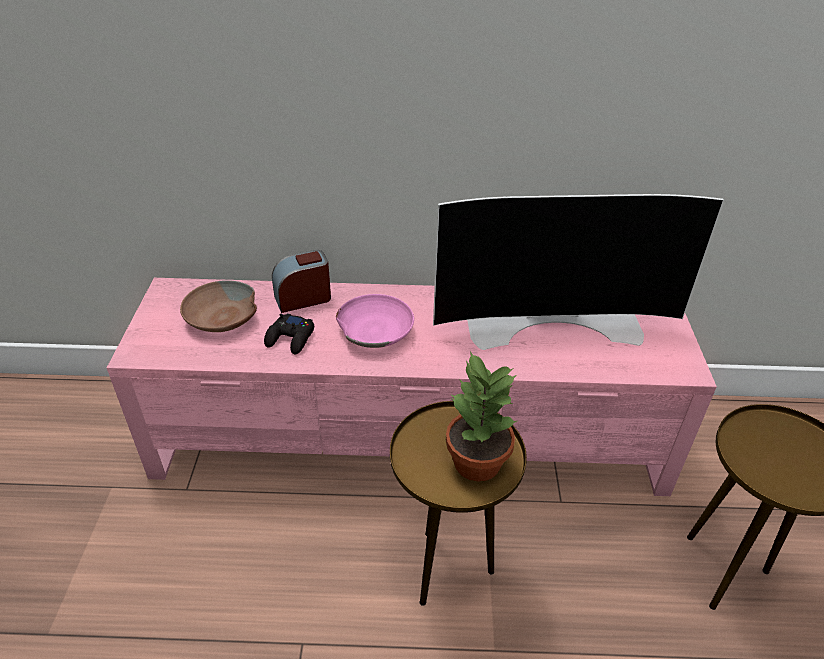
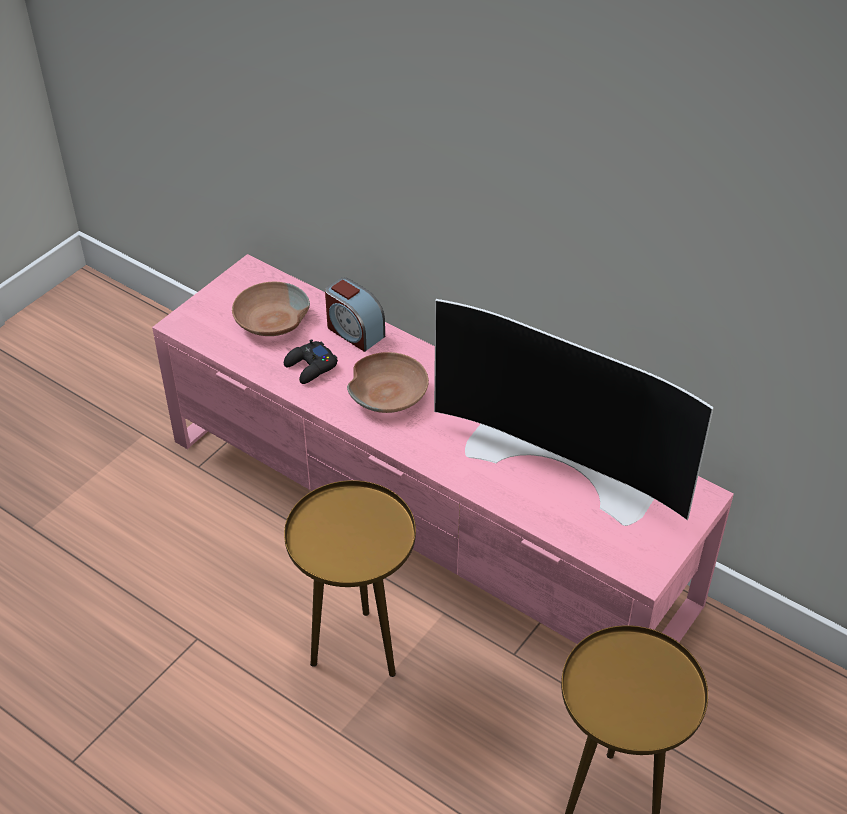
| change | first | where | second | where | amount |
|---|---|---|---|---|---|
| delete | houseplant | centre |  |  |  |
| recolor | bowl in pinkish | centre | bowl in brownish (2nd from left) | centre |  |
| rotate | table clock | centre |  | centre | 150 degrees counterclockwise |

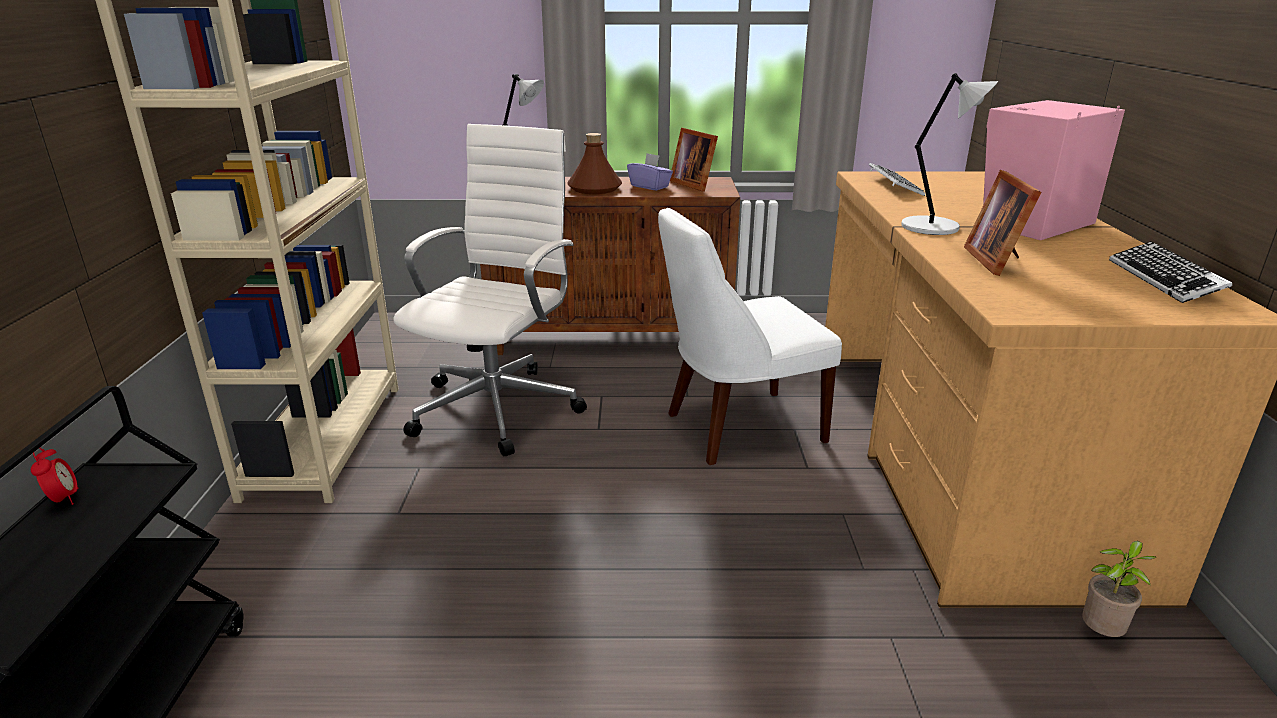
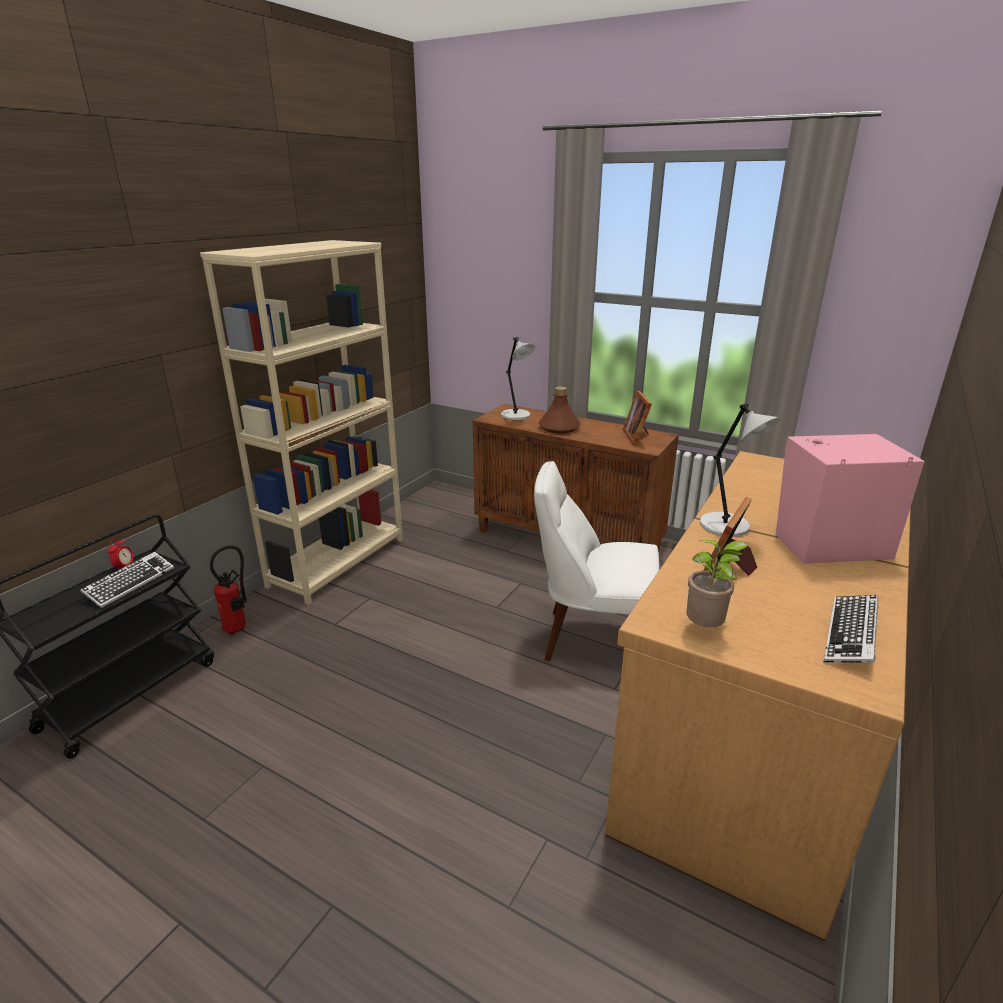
| change | first | where | second | where | amount |
|---|---|---|---|---|---|
| delete | computer chair in white | centre |  |  |  |
| delete | tissue box in purple-coloured | top centre |  |  |  |
| insert |  |  | fire-fighting cylinder | middle left |  |
| move | PC keyboard (1st from left) | top right |  | middle left |  |
| move | houseplant | bottom right |  | middle right |  |

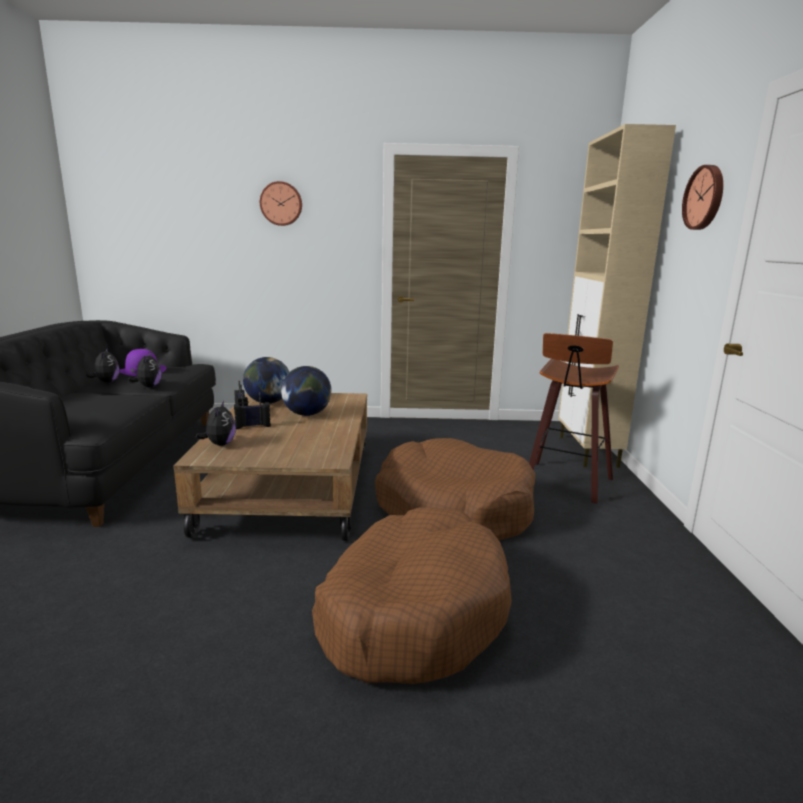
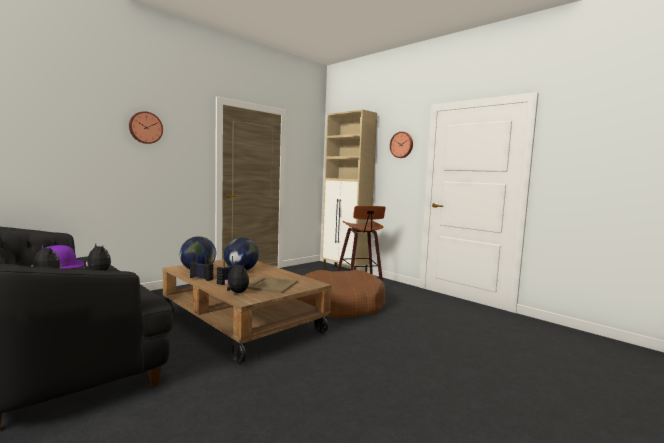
| change | first | where | second | where | amount |
|---|---|---|---|---|---|
| delete | dog cushion in brownish (1st from left) | bottom centre |  |  |  |
| insert |  |  | serving tray in beige-coloured | centre |  |

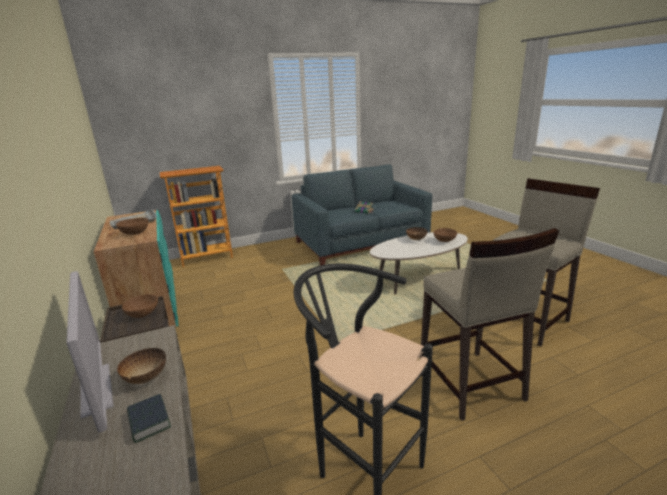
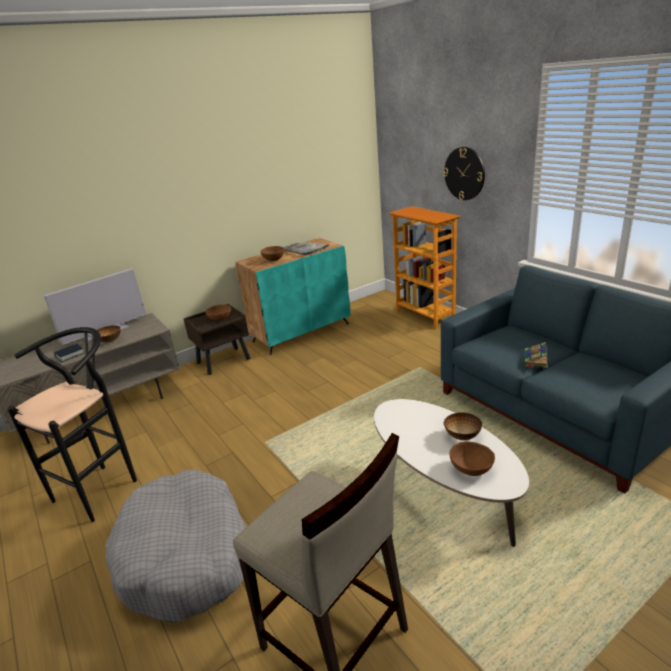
| change | first | where | second | where | amount |
|---|---|---|---|---|---|
| insert |  |  | hanging clock | top right |  |
| replace | stool seat in beige-coloured (1st from left) | middle right | dog cushion in gray | bottom left |  |

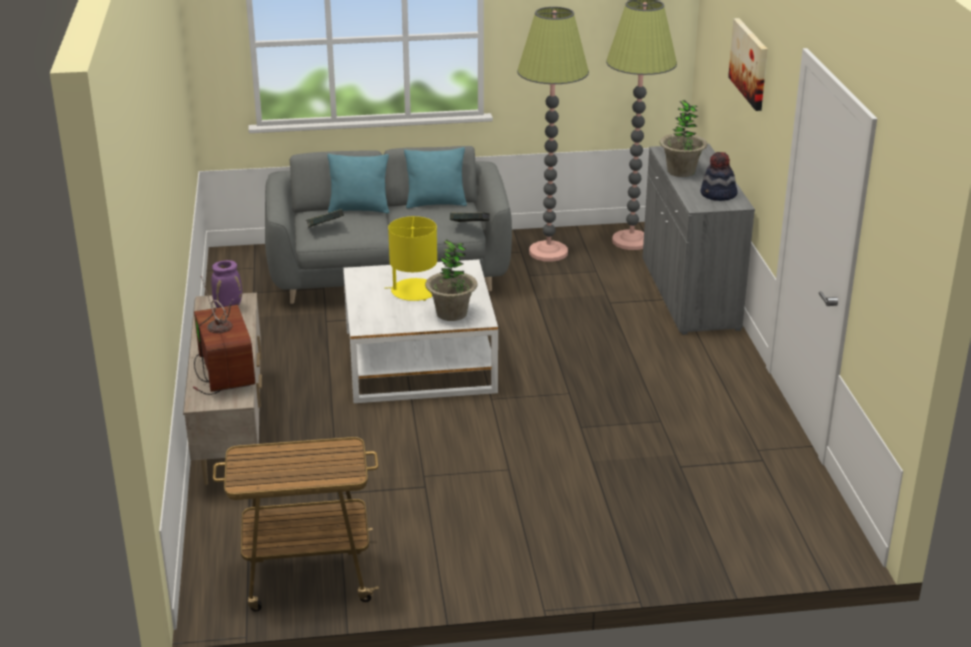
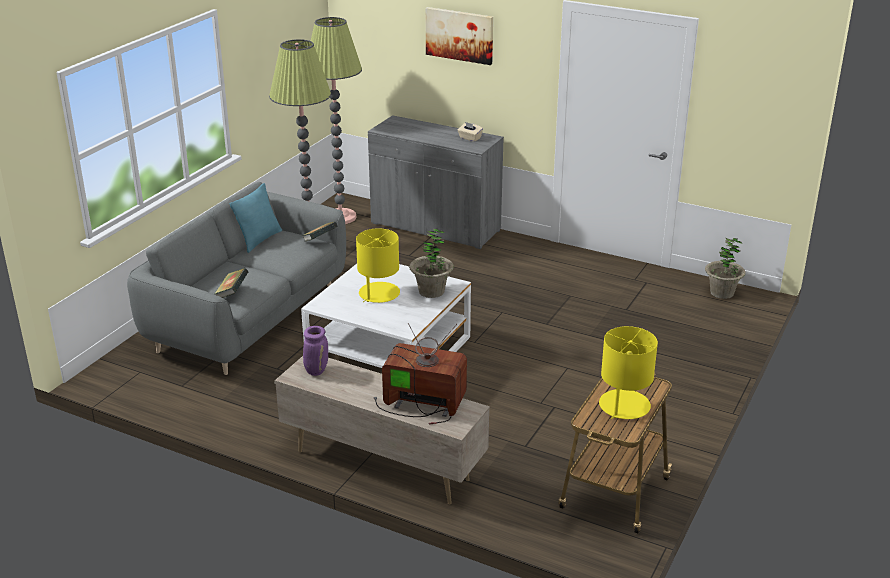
| change | first | where | second | where | amount |
|---|---|---|---|---|---|
| delete | pillow in turquoise-coloured (1st from left) | top centre |  |  |  |
| insert |  |  | tabletop lamp in yellow-coloured (2nd from left) | middle right |  |
| move | houseplant (2nd from left) | top right |  | middle right |  |
| replace | hat | top right | tissue box in beige-coloured | top centre |  |

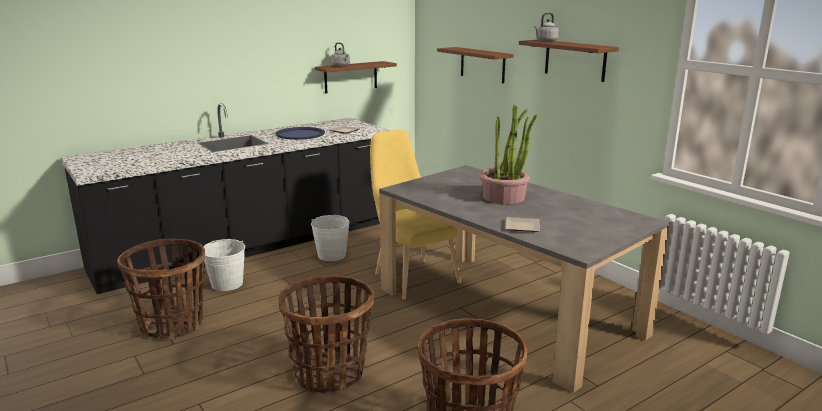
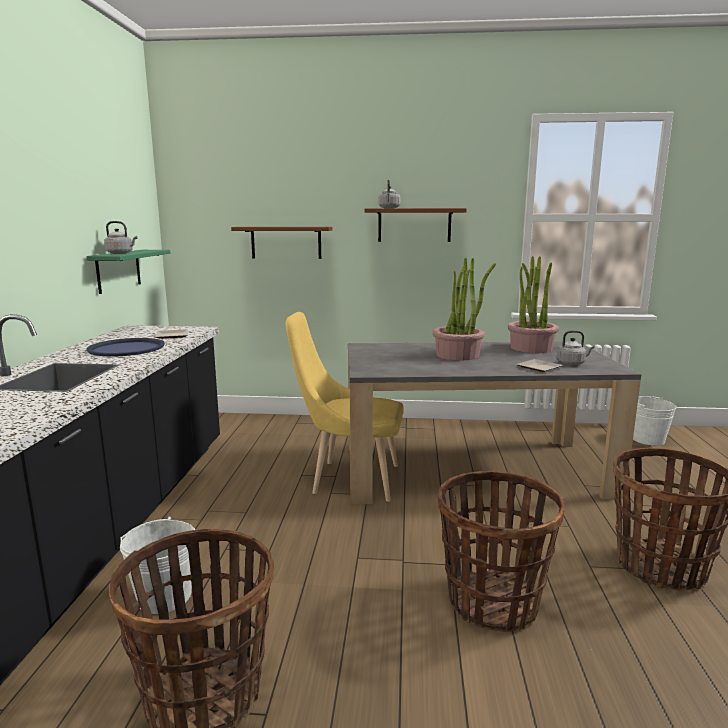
| change | first | where | second | where | amount |
|---|---|---|---|---|---|
| insert |  |  | houseplant (2nd from left) | middle right |  |
| insert |  |  | water kettle in gray (3rd from left) | middle right |  |
| move | pail in white (2nd from left) | centre |  | middle right |  |
| recolor | wall shelf in brownish (1st from left) | top centre | wall shelf in green-coloured | middle left |  |

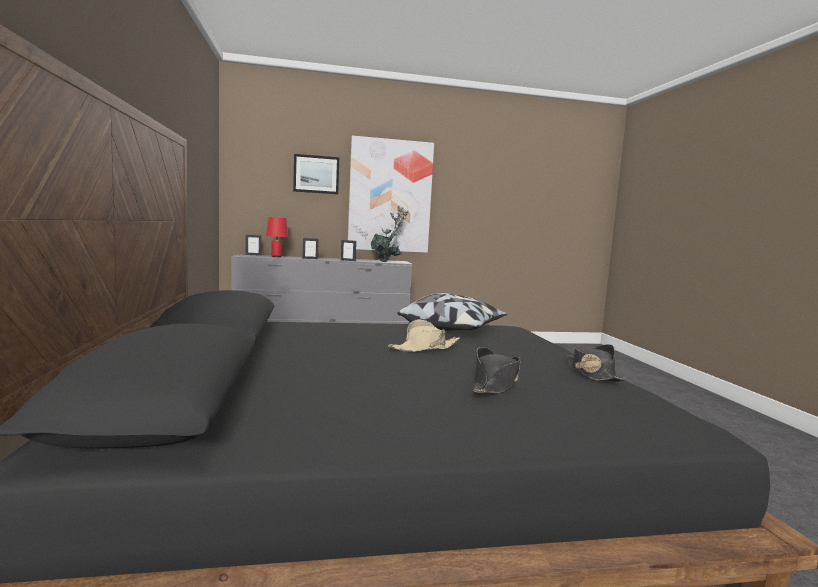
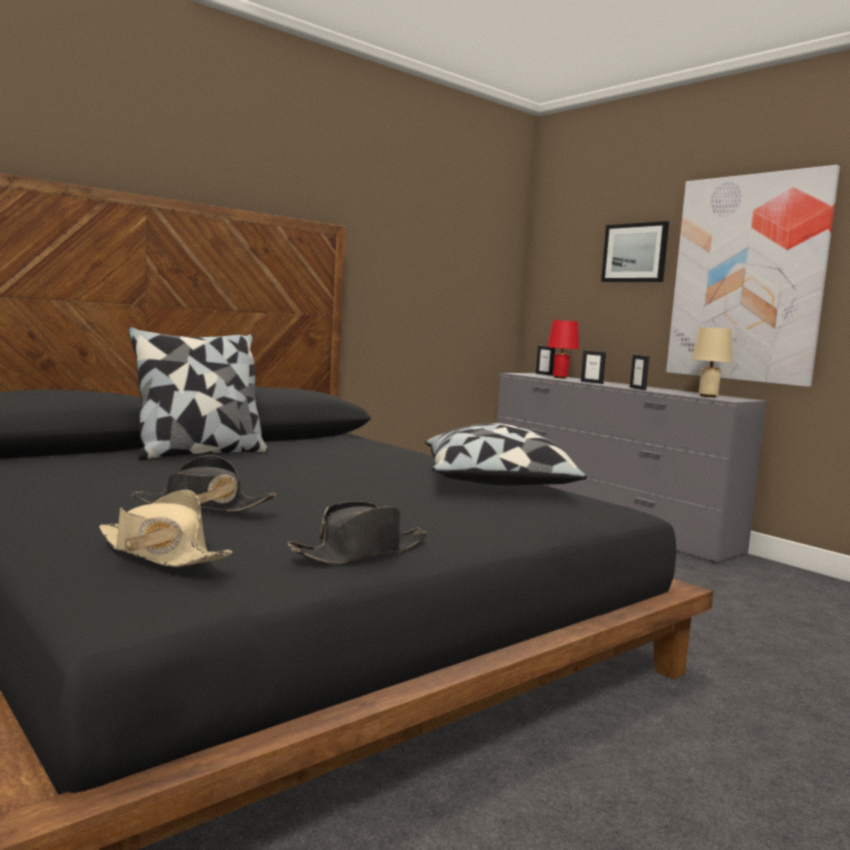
| change | first | where | second | where | amount |
|---|---|---|---|---|---|
| insert |  |  | pillow (1st from left) | middle left |  |
| move | hat in beige-coloured | centre |  | middle left |  |
| replace | houseplant | centre | tabletop lamp in beige-coloured | middle right |  |

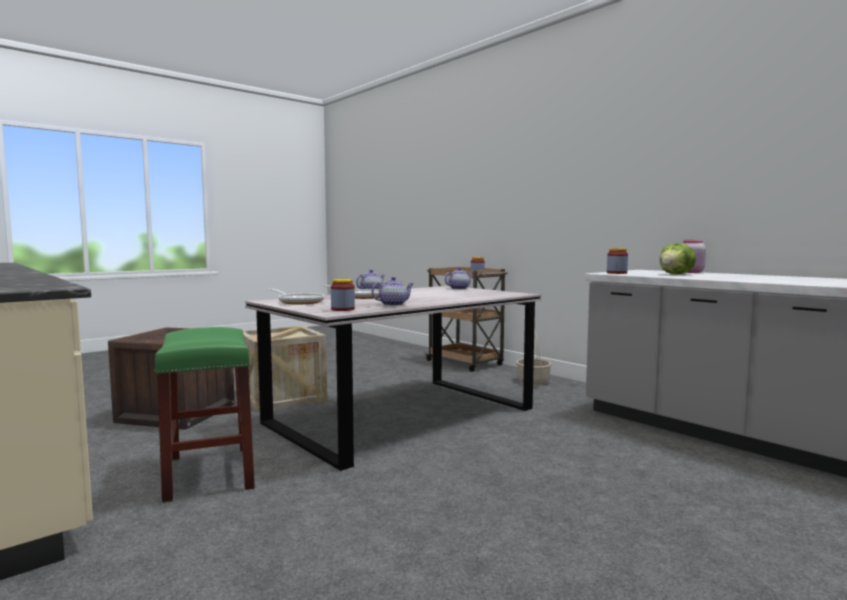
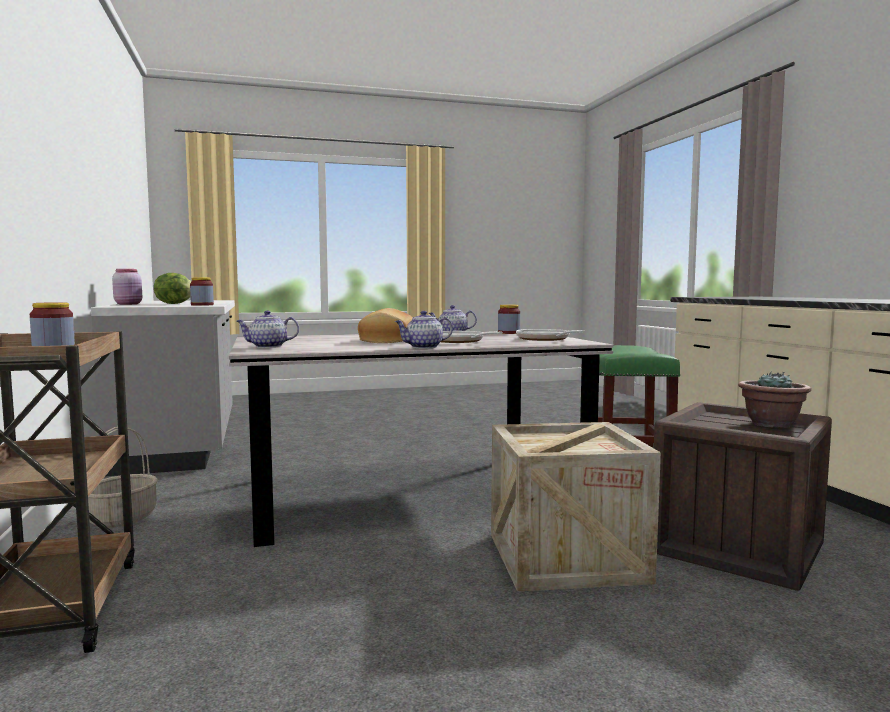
| change | first | where | second | where | amount |
|---|---|---|---|---|---|
| insert |  |  | baked bread | centre |  |
| insert |  |  | houseplant | middle right |  |

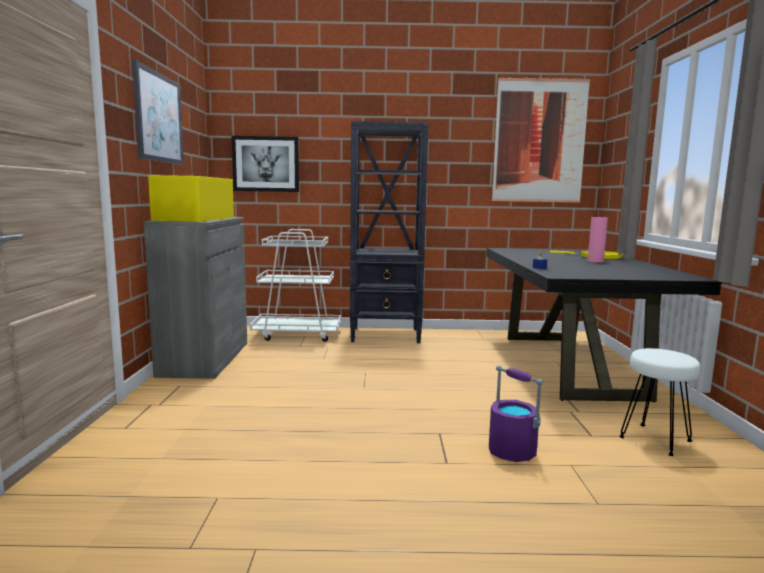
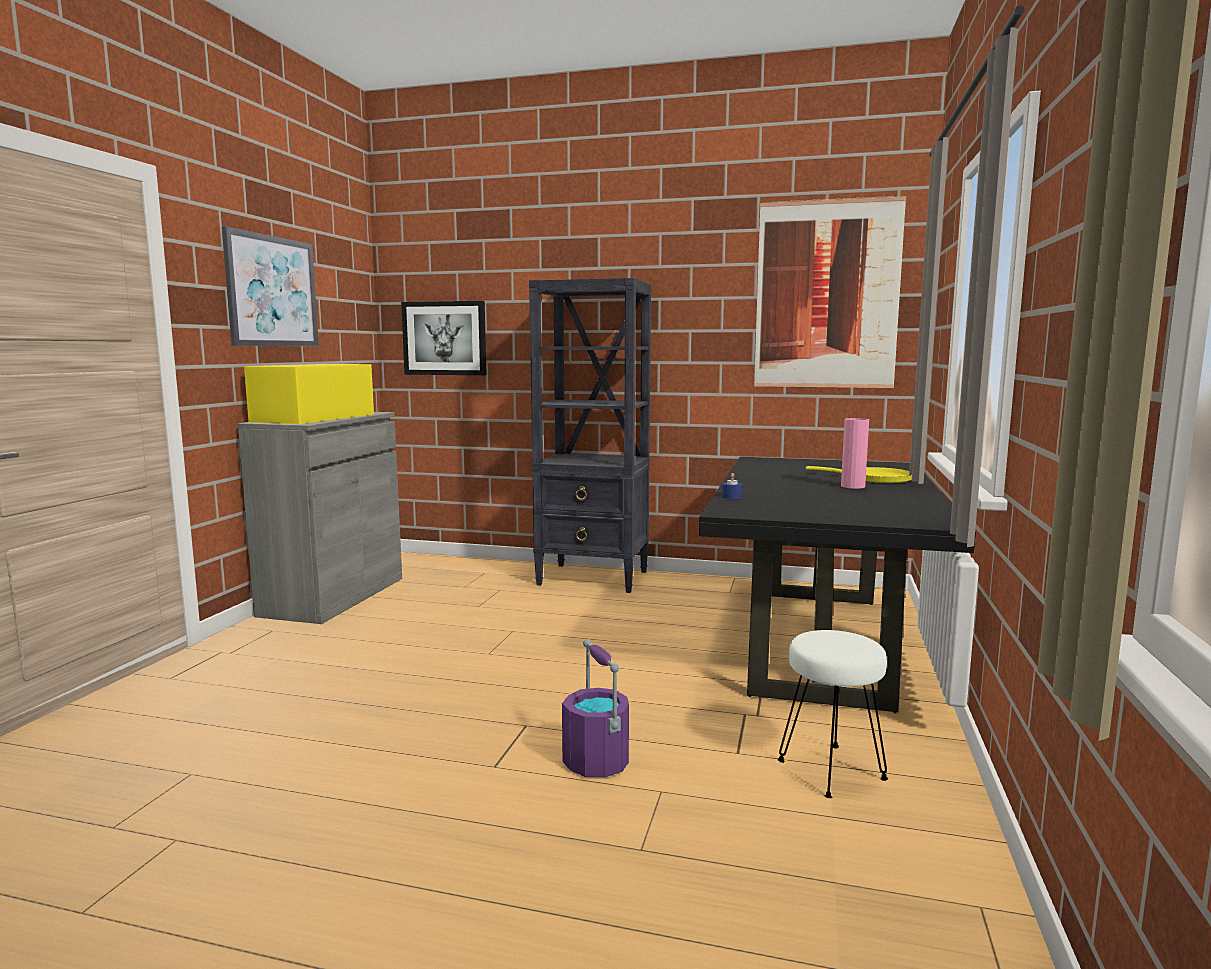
| change | first | where | second | where | amount |
|---|---|---|---|---|---|
| delete | wheeled cart in white | centre |  |  |  |

